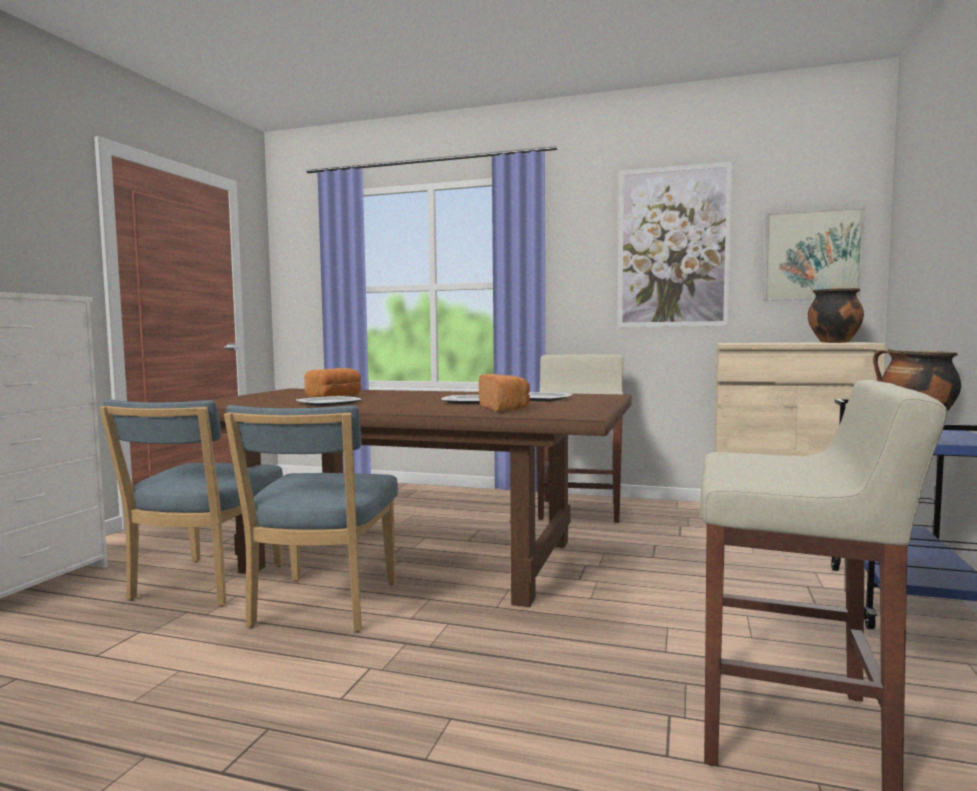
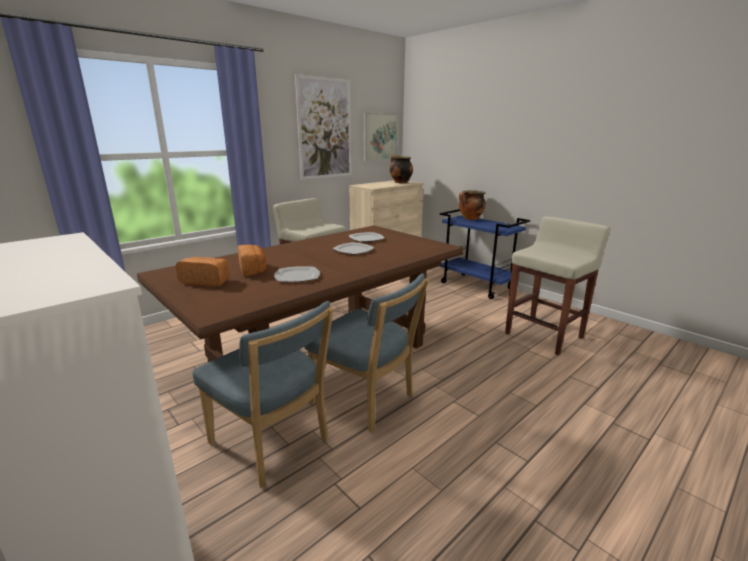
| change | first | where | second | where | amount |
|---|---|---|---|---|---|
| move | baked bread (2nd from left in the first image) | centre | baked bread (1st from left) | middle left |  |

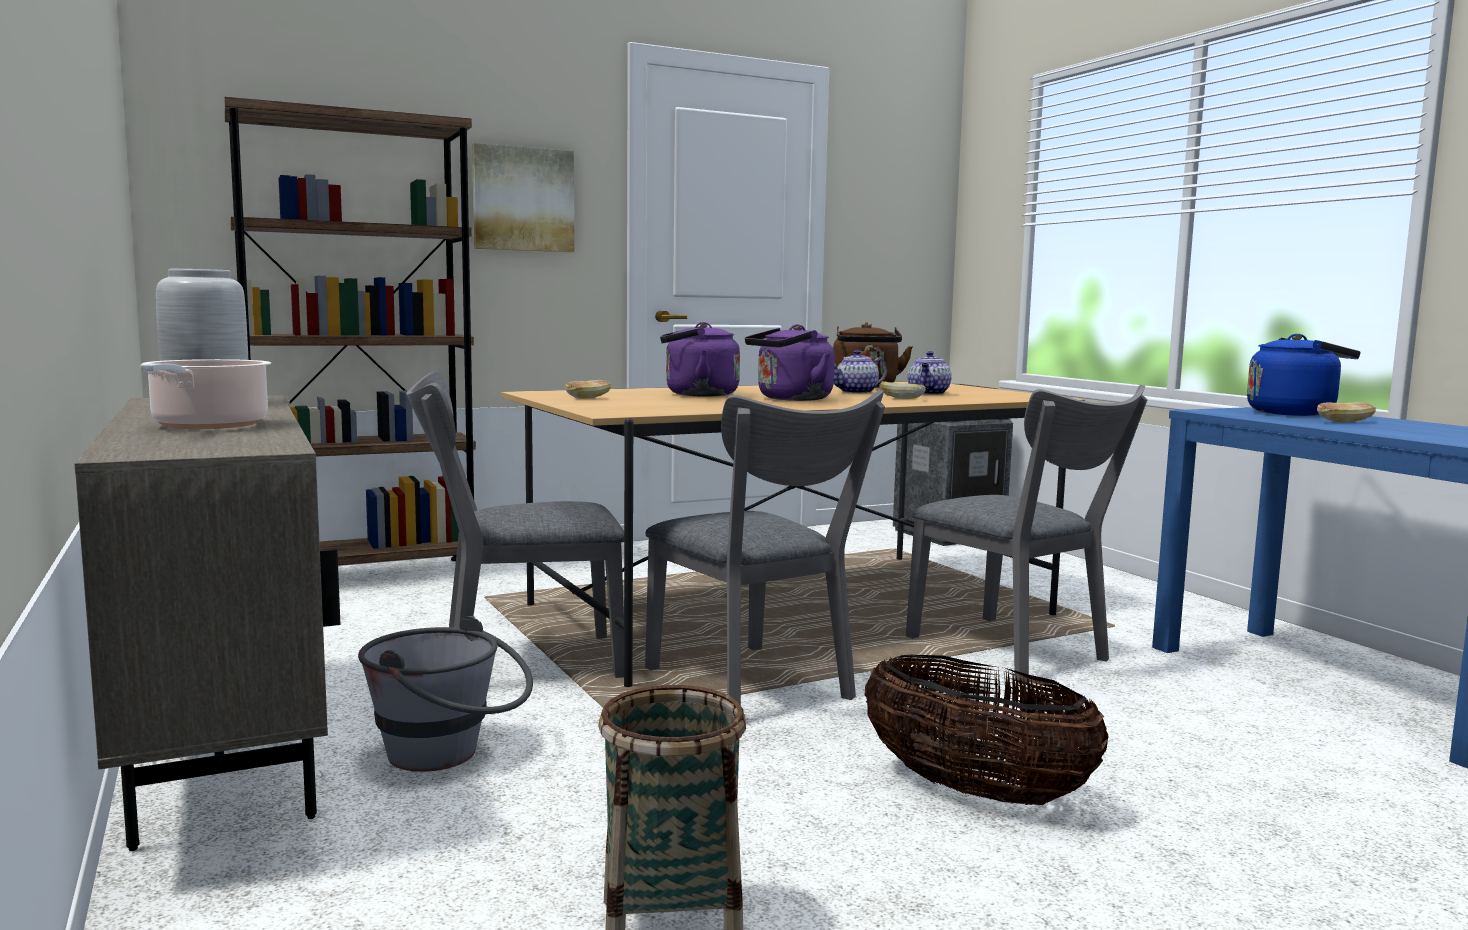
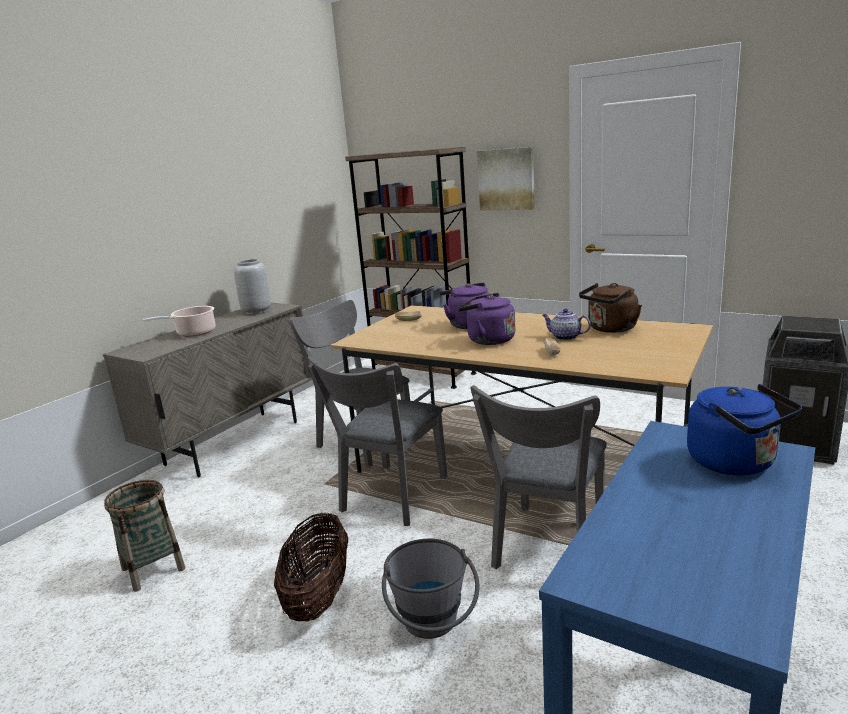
| change | first | where | second | where | amount |
|---|---|---|---|---|---|
| delete | pot for tea (2nd from left) | centre |  |  |  |
| delete | baked bread (3rd from left) | middle right |  |  |  |
| move | pail in gray | bottom left |  | bottom centre |  |

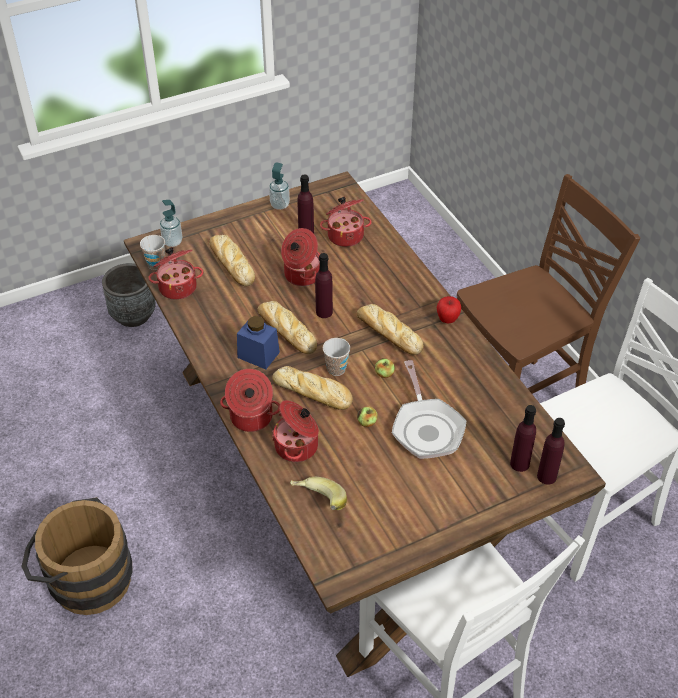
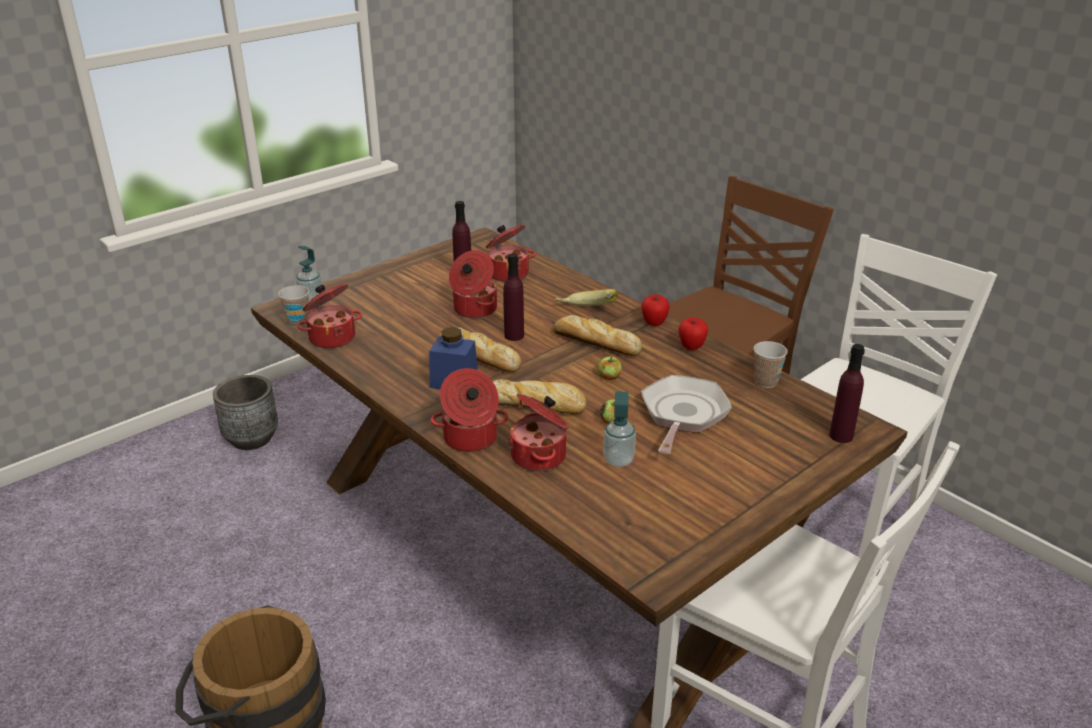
| change | first | where | second | where | amount |
|---|---|---|---|---|---|
| delete | baked bread (1st from left) | centre |  |  |  |
| delete | beverage bottle in purple-coloured (3rd from left) | middle right |  |  |  |
| insert |  |  | apple fruit (4th from left) | centre |  |
| move | soap bottle (2nd from left) | top centre |  | centre |  |
| move | banana | bottom centre |  | centre |  |
| move | drinking cup (2nd from left) | centre |  | middle right |  |
| rotate | pan | centre |  | centre | 135 degrees counterclockwise |

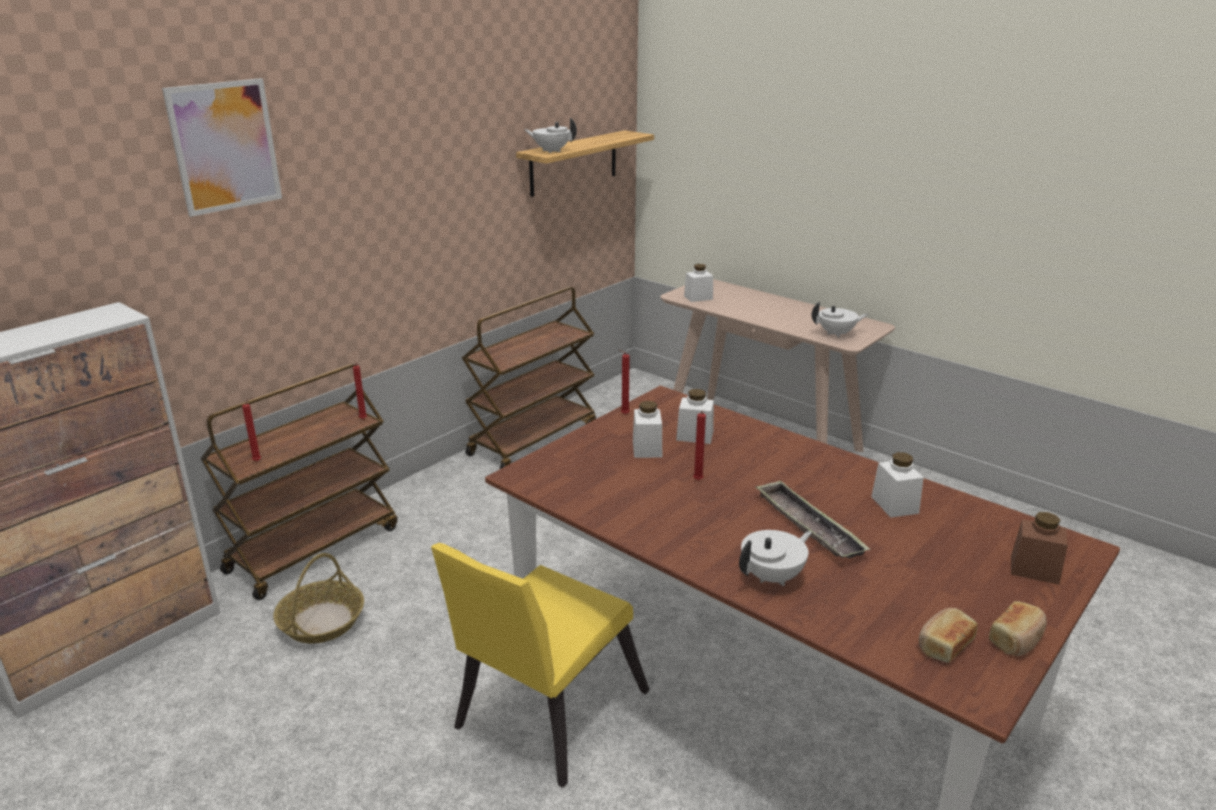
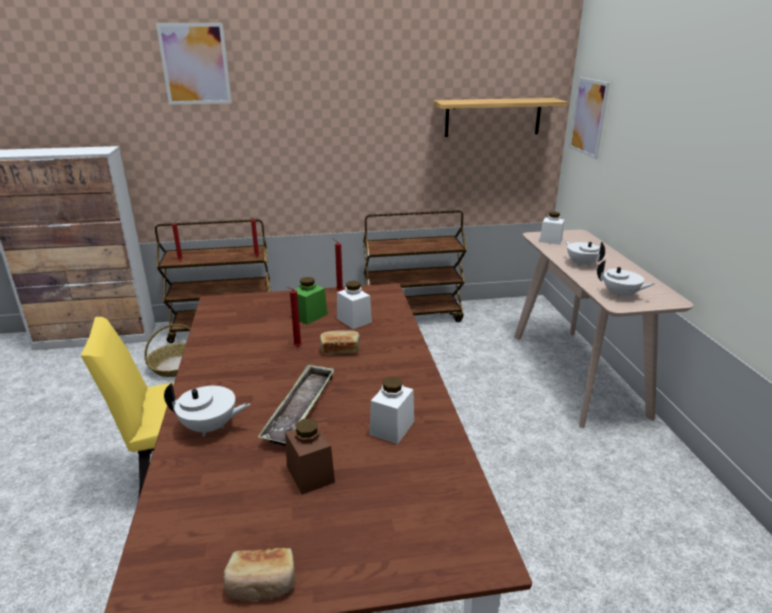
| change | first | where | second | where | amount |
|---|---|---|---|---|---|
| insert |  |  | picture (2nd from left) | top right |  |
| move | pot for tea in white (1st from left in the first image) | top centre | pot for tea in white (2nd from left) | middle right |  |
| move | baked bread (1st from left in the first image) | bottom right | baked bread (2nd from left) | centre |  |
| move | storage jar in brownish | bottom right |  | bottom centre |  |
| recolor | storage jar in white (1st from left) | centre | storage jar in green-coloured | centre |  |

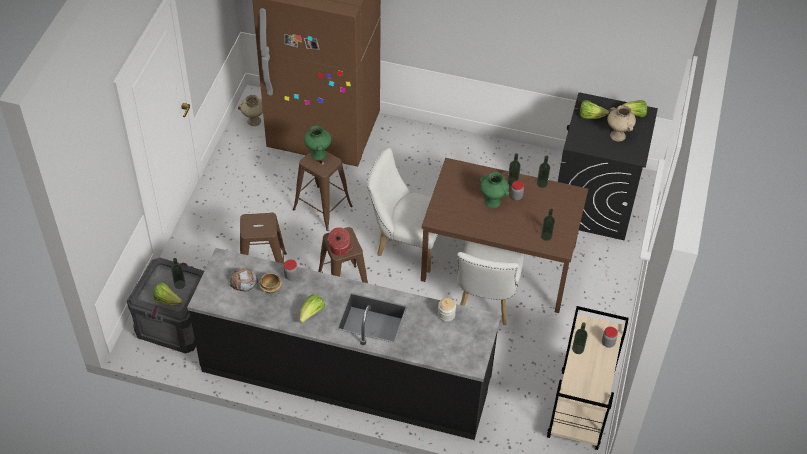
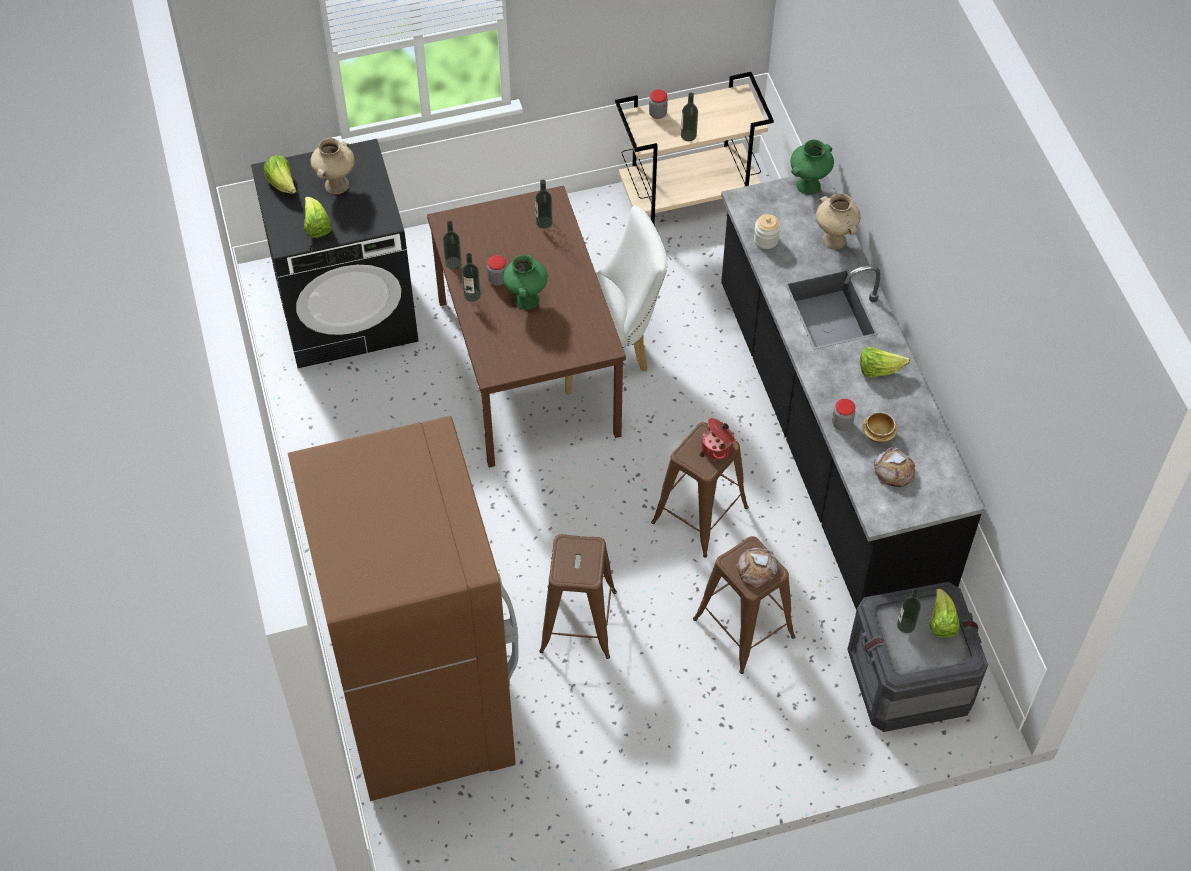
| change | first | where | second | where | amount |
|---|---|---|---|---|---|
| delete | plain chair in white (1st from left) | centre |  |  |  |
| insert |  |  | baked bread (1st from left) | centre |  |
| move | decorative vase in beige-coloured (1st from left in the first image) | top left | decorative vase in beige-coloured (2nd from left) | top right |  |
| move | decorative vase in green-coloured (1st from left in the first image) | top centre | decorative vase in green-coloured (2nd from left) | top right |  |

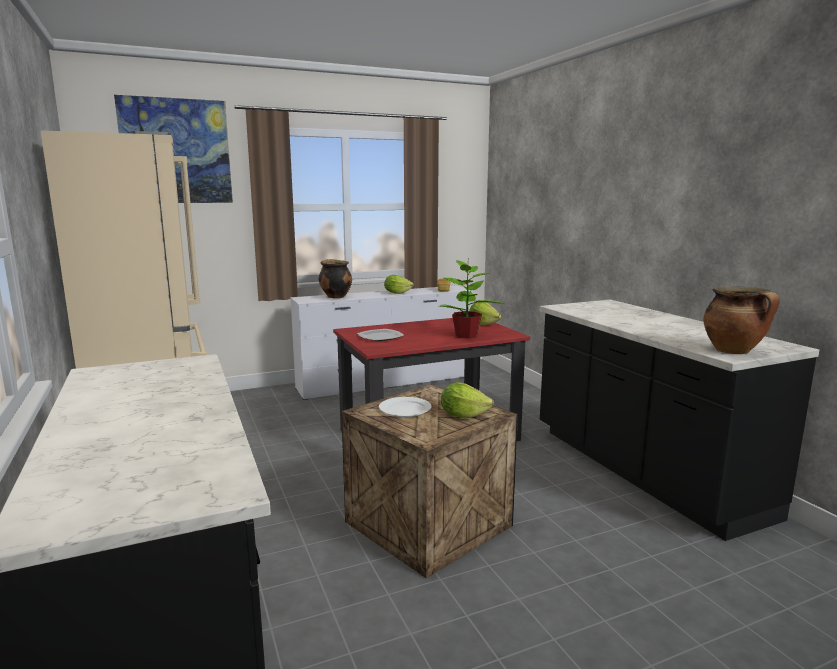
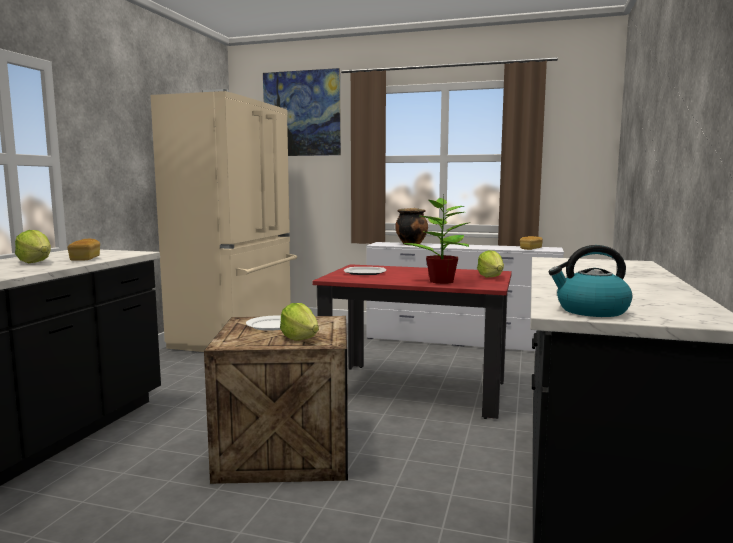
| change | first | where | second | where | amount |
|---|---|---|---|---|---|
| insert |  |  | baked bread (1st from left) | middle left |  |
| move | lettuce head (1st from left) | centre |  | middle left |  |
| replace | saucepot (2nd from left) | middle right | water kettle | middle right |  |

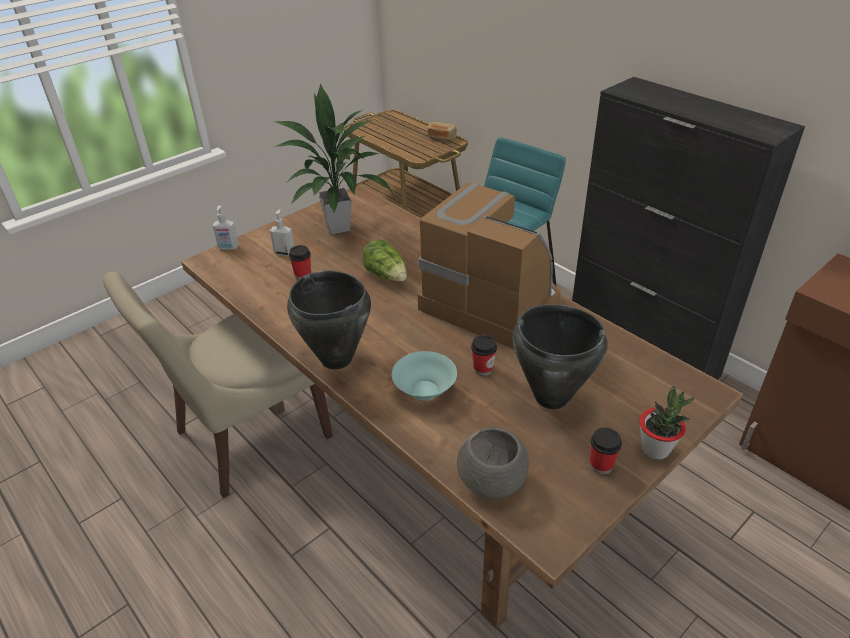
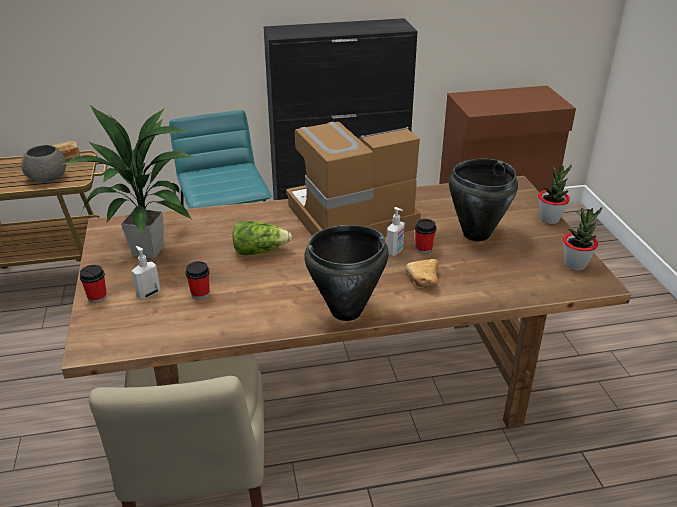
| change | first | where | second | where | amount |
|---|---|---|---|---|---|
| insert |  |  | houseplant (3rd from left) | middle right |  |
| move | soap bottle (1st from left in the first image) | middle left | soap bottle (2nd from left) | centre |  |
| move | bowl in gray | bottom centre |  | top left |  |
| move | drinking cup (3rd from left in the first image) | bottom right | drinking cup (1st from left) | middle left |  |
| replace | bowl in turquoise-coloured | centre | baked bread (2nd from left) | centre |  |

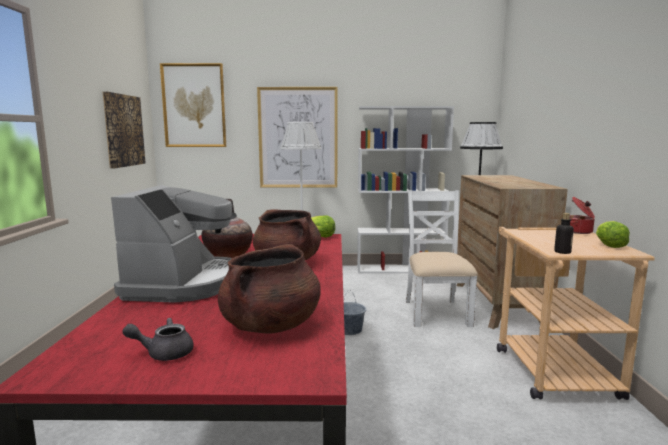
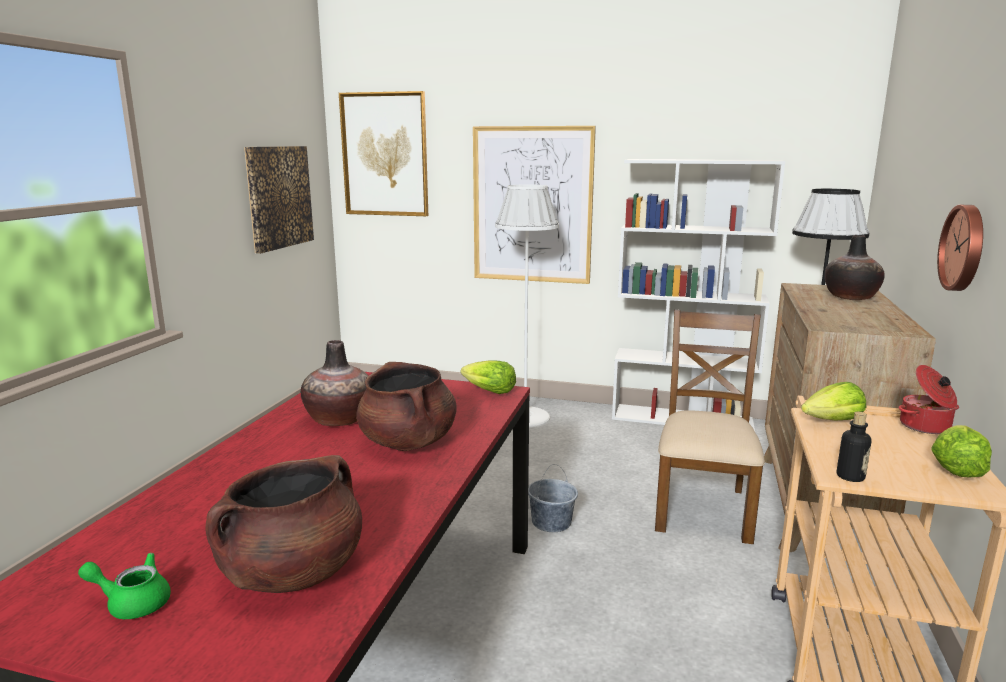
| change | first | where | second | where | amount |
|---|---|---|---|---|---|
| delete | coffee brewer | middle left |  |  |  |
| insert |  |  | lettuce head (2nd from left) | middle right |  |
| insert |  |  | decorative vase (2nd from left) | middle right |  |
| insert |  |  | hanging clock | middle right |  |
| recolor | pot for tea in gray | bottom left | pot for tea in green-coloured | bottom left |  |
| recolor | plain chair in white | centre | plain chair in brownish | middle right |  |

